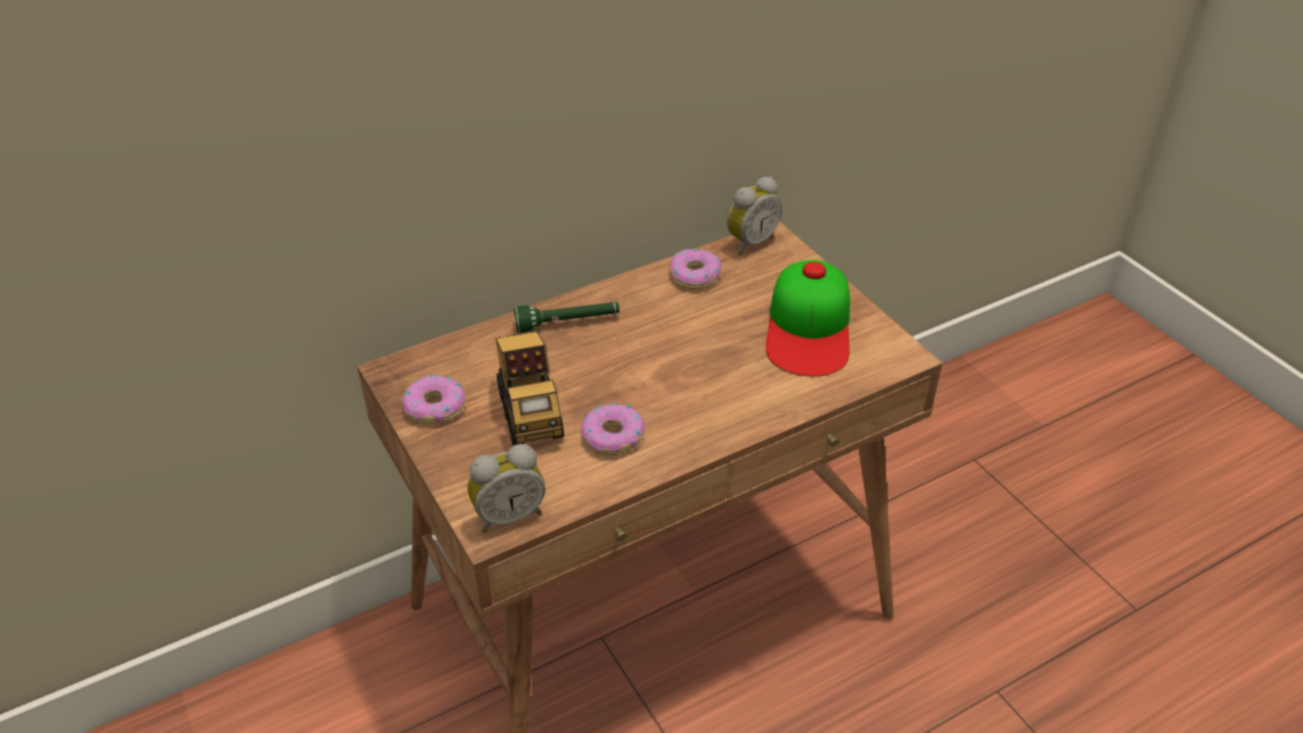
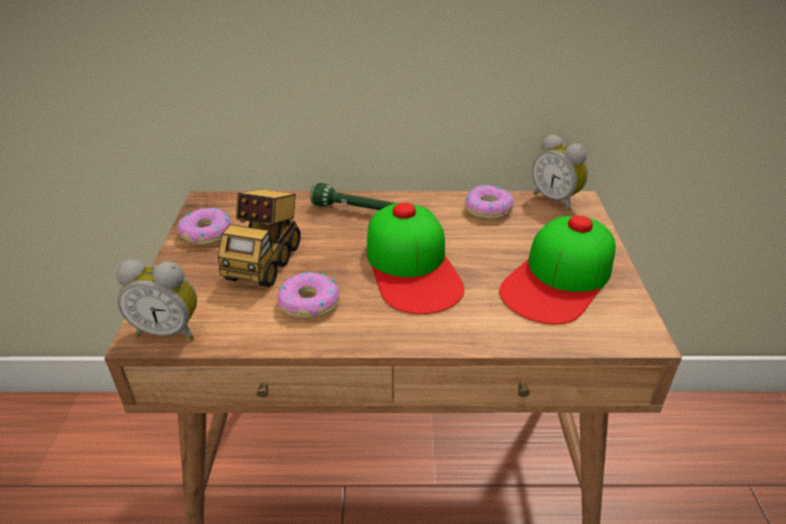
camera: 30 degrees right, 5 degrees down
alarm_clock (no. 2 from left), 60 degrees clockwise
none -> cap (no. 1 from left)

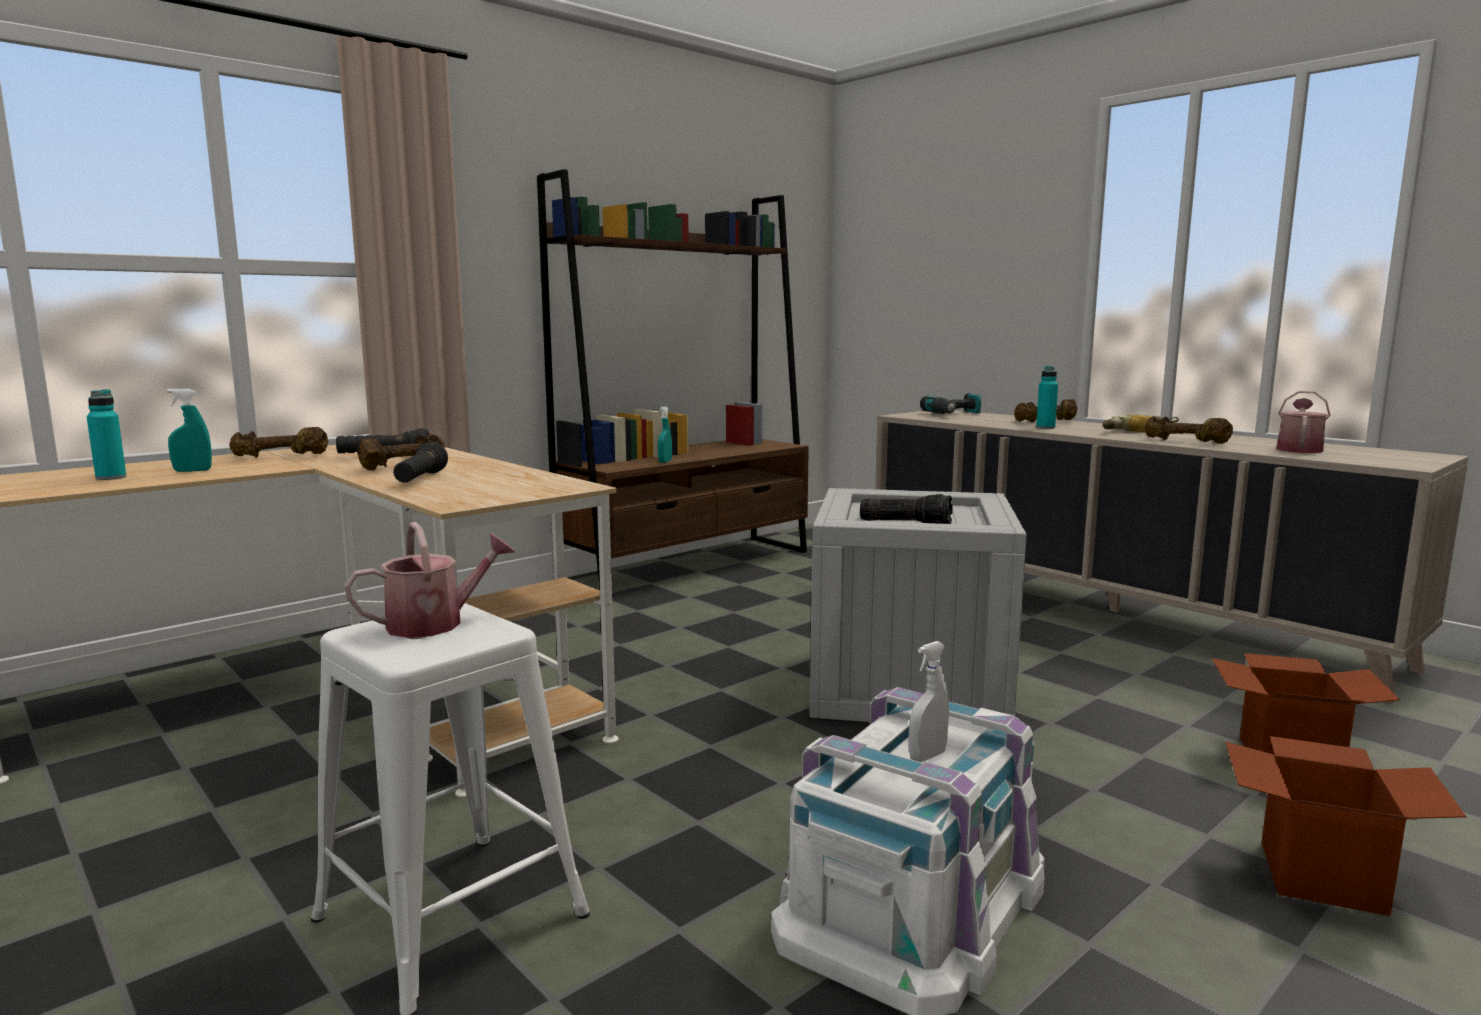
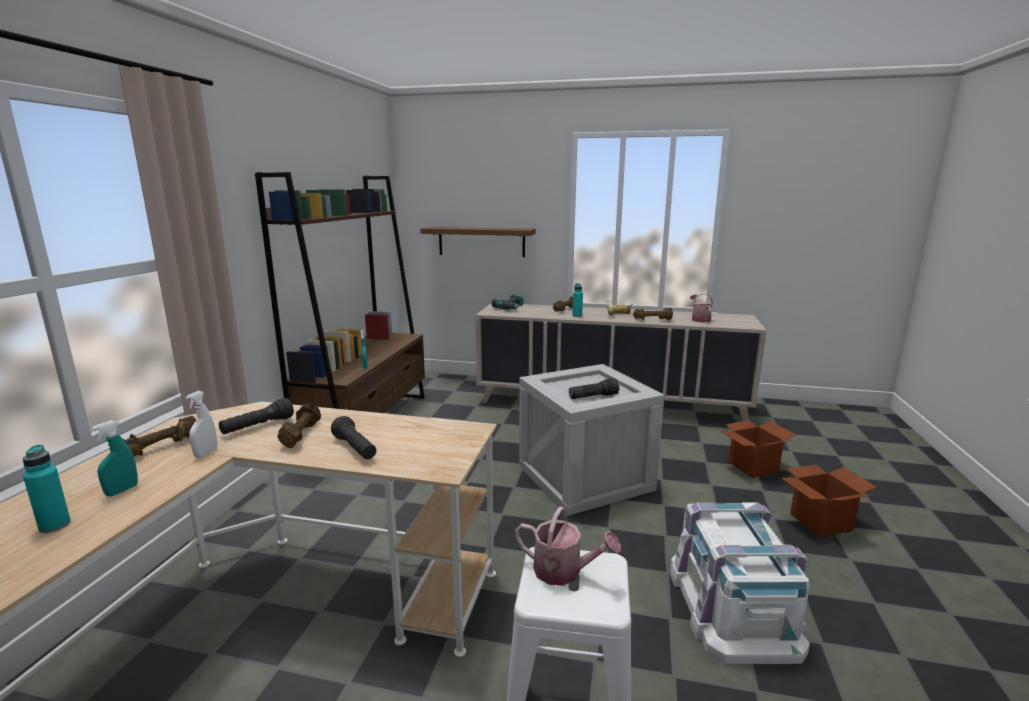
camera: 35 degrees left, 5 degrees up
watering_can (no. 1 from left), 90 degrees clockwise
white_spray_bottle, shifted
none -> brown_shelf

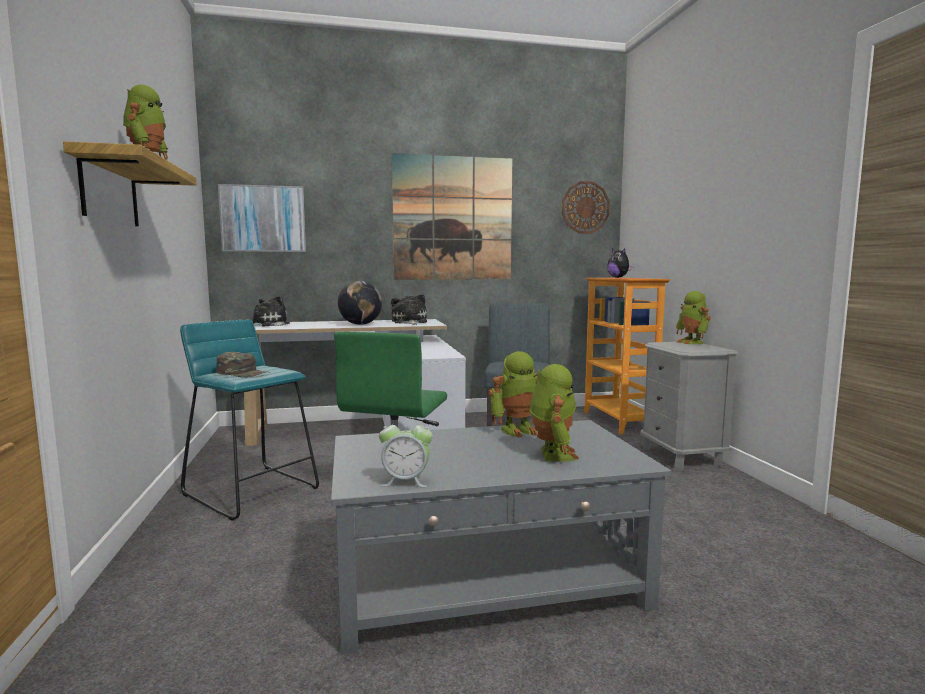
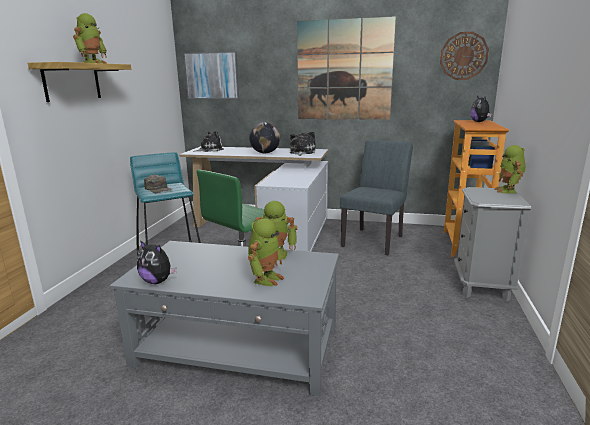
camera: 25 degrees right, 10 degrees up
alarm_clock -> plush_toy (no. 1 from left)

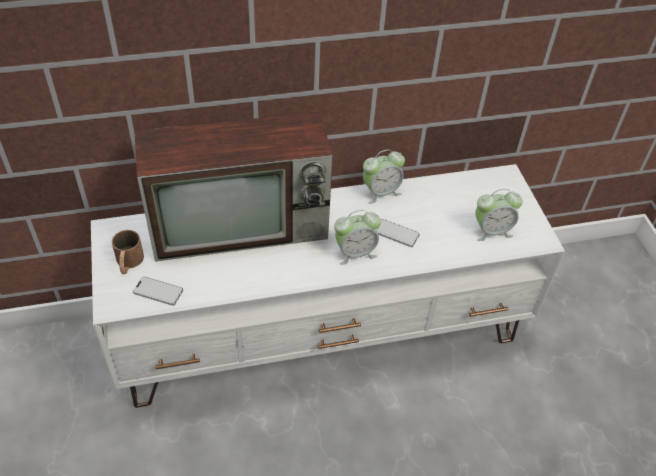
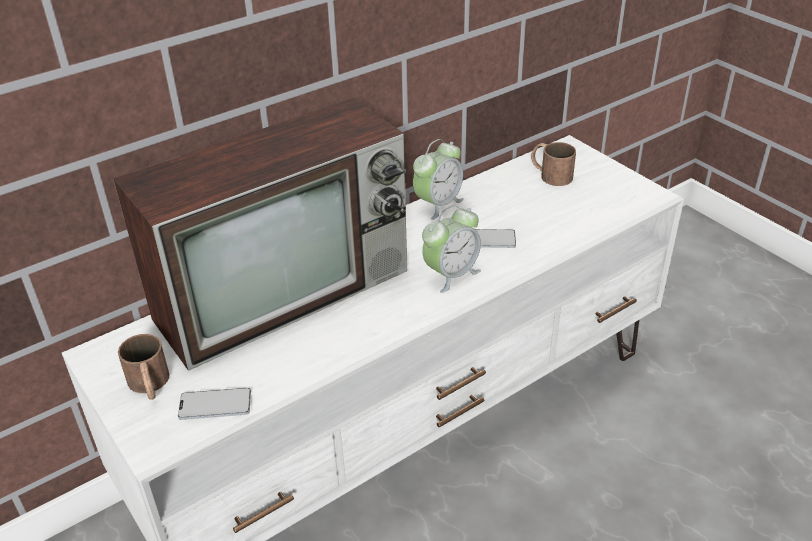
camera: 20 degrees left, 10 degrees down
alarm_clock (no. 3 from left) -> none
none -> brown_mug (no. 2 from left)

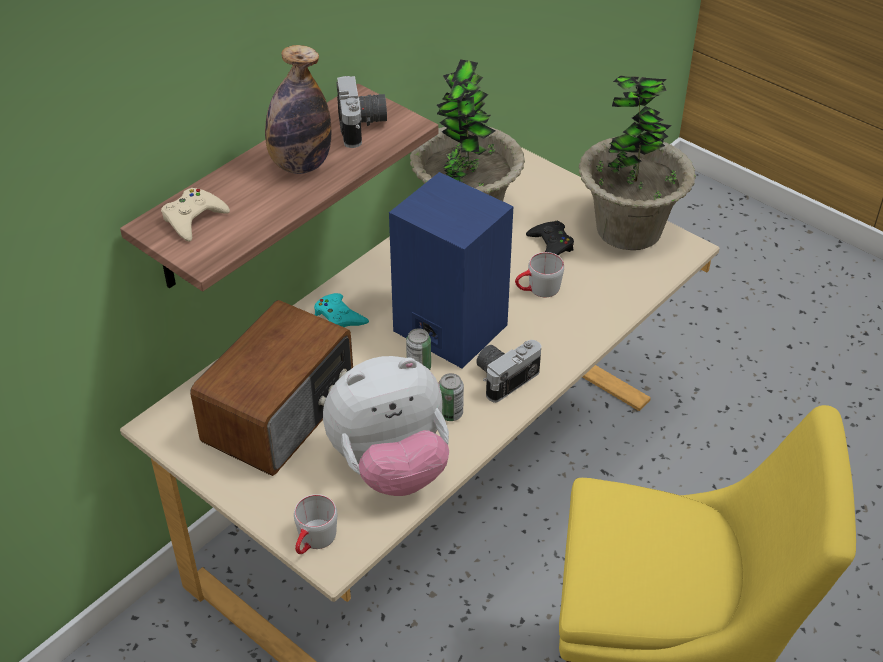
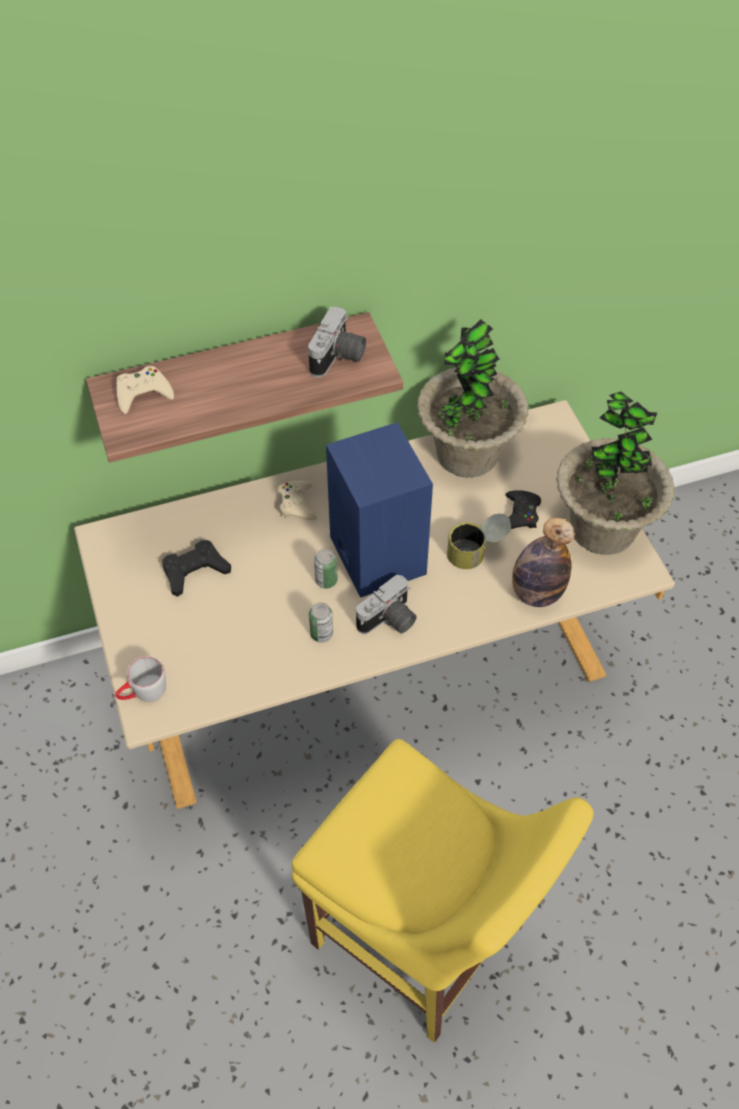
camera: 30 degrees right, 10 degrees up
radio -> black_game_controller (no. 1 from left)
bottle, shifted
turquoise_game_controller -> beige_game_controller (no. 2 from left)
plush_toy -> none
photo_camera (no. 2 from left), 150 degrees clockwise
grey_mug (no. 2 from left) -> can (no. 3 from left)

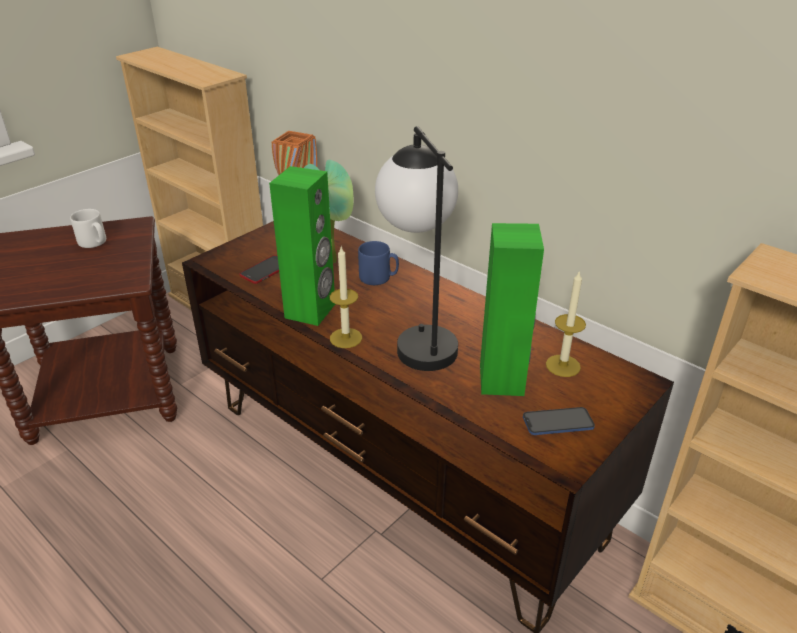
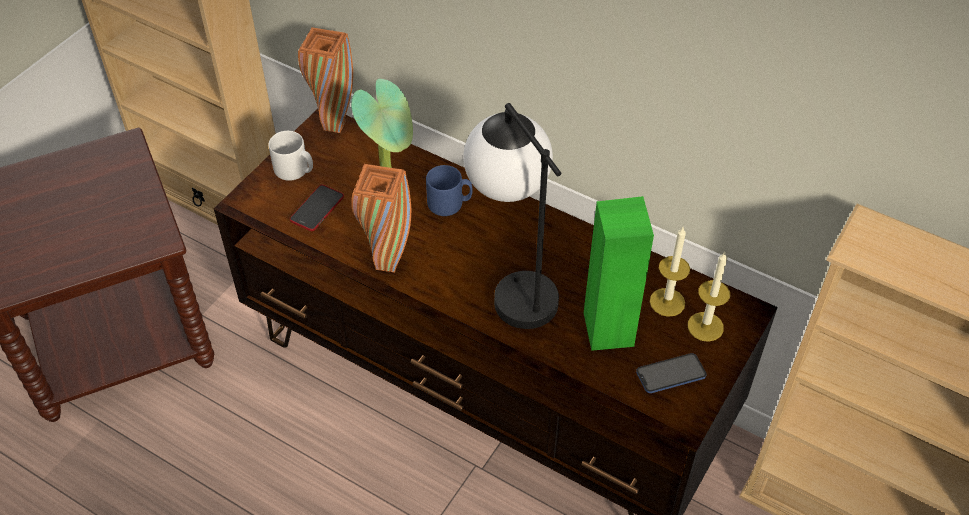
camera: 10 degrees left, 15 degrees up
white_mug, shifted
green_speaker (no. 1 from left) -> orange_vase (no. 2 from left)
candle (no. 1 from left in the first image) -> candle (no. 2 from left), shifted

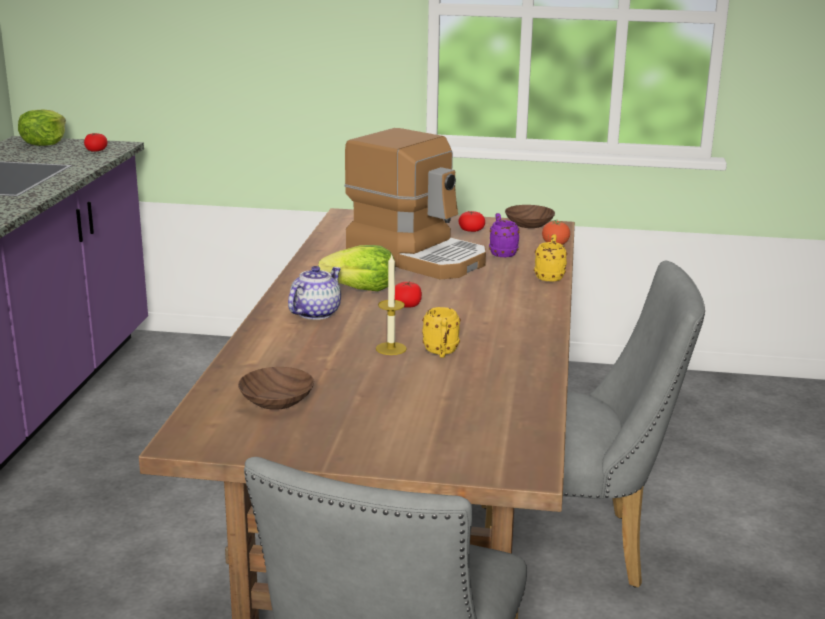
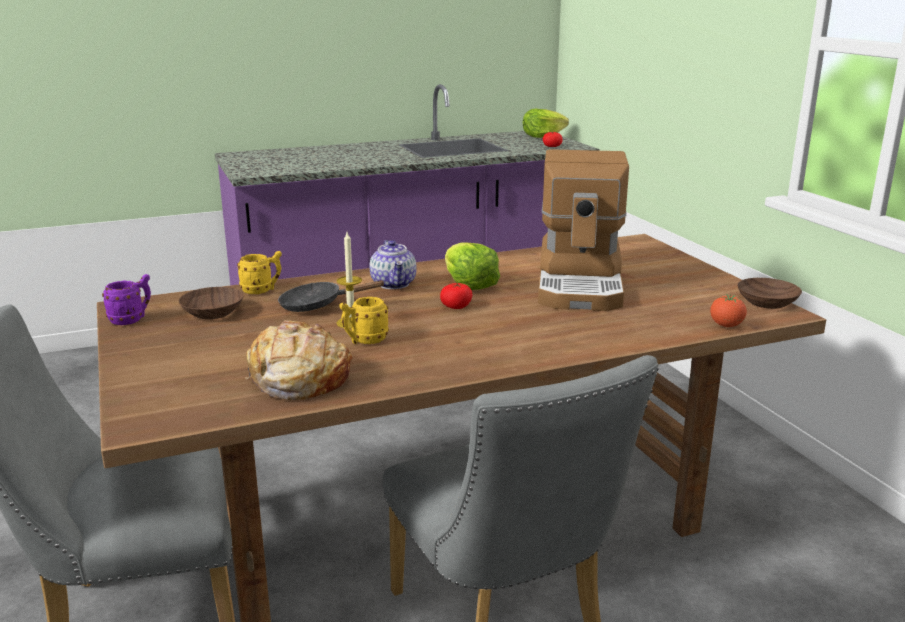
camera: 60 degrees right, 0 degrees up
teapot, 75 degrees clockwise
tomato (no. 3 from left) -> none
purple_mug, shifted
yellow_mug (no. 2 from left in the first image) -> yellow_mug (no. 1 from left), shifted
none -> bread
none -> black_frying_pan

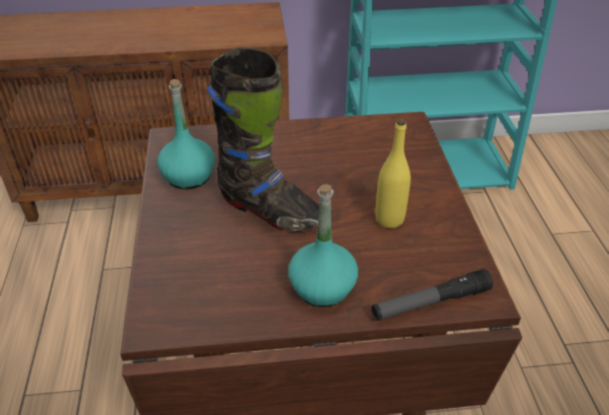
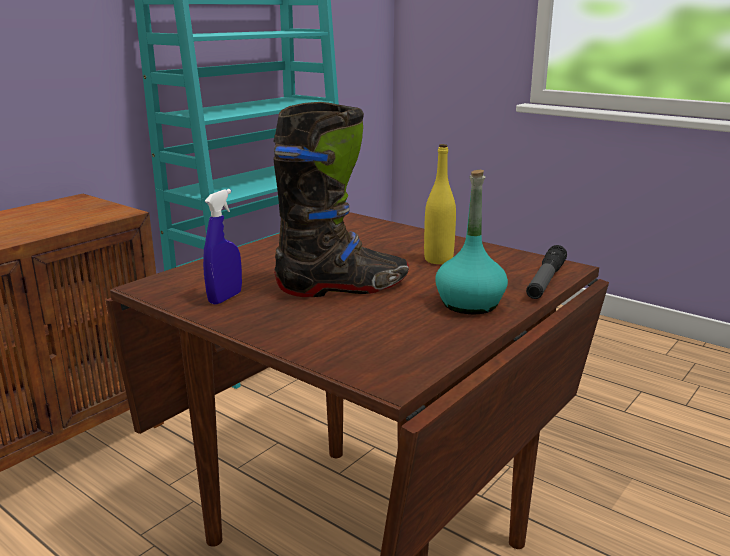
camera: 45 degrees left, 20 degrees down
turquoise_bottle (no. 1 from left) -> blue_spray_bottle

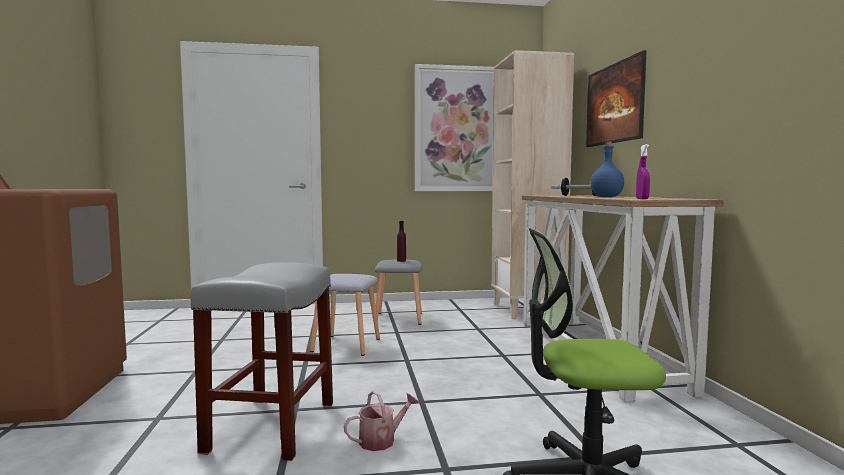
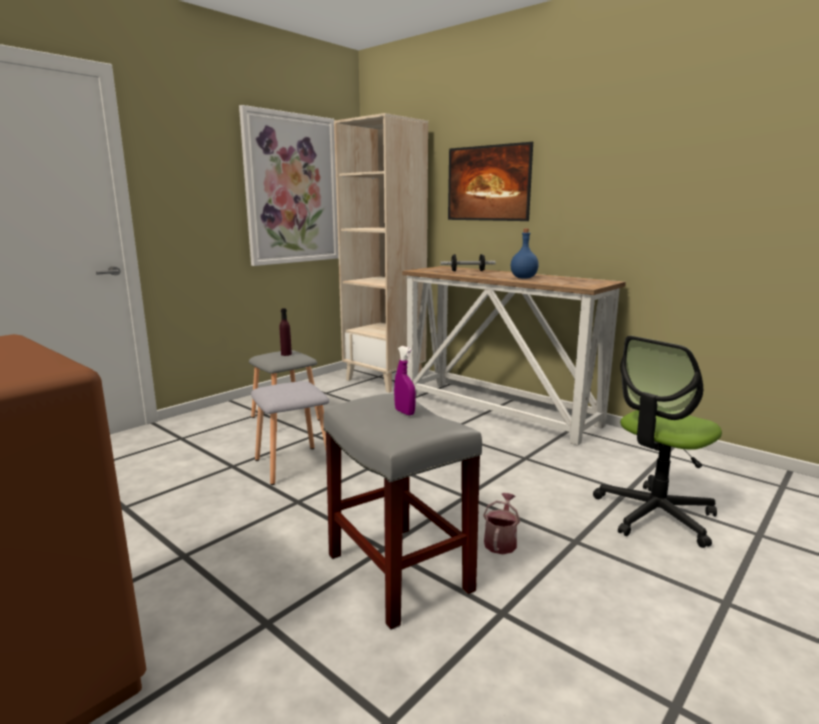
camera: 40 degrees left, 10 degrees up
purple_spray_bottle, shifted

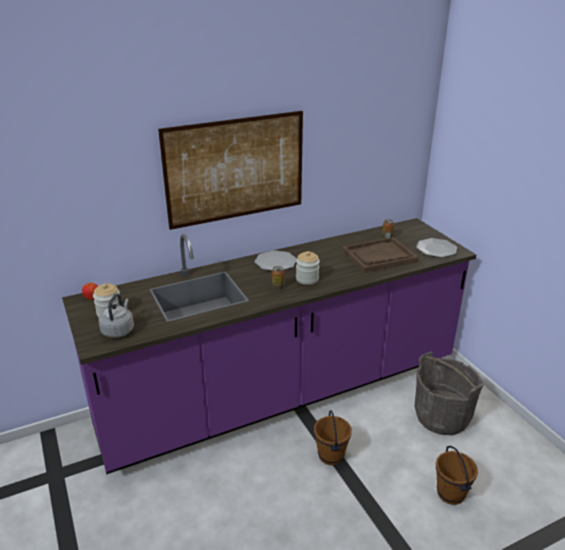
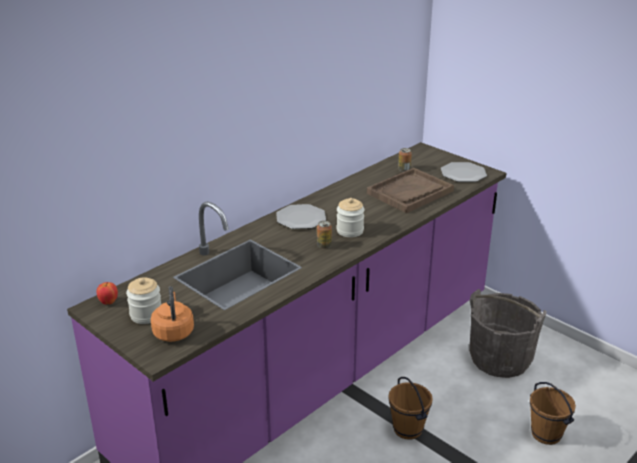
camera: 20 degrees left, 0 degrees up
grey_kettle -> orange_kettle
picture -> none

